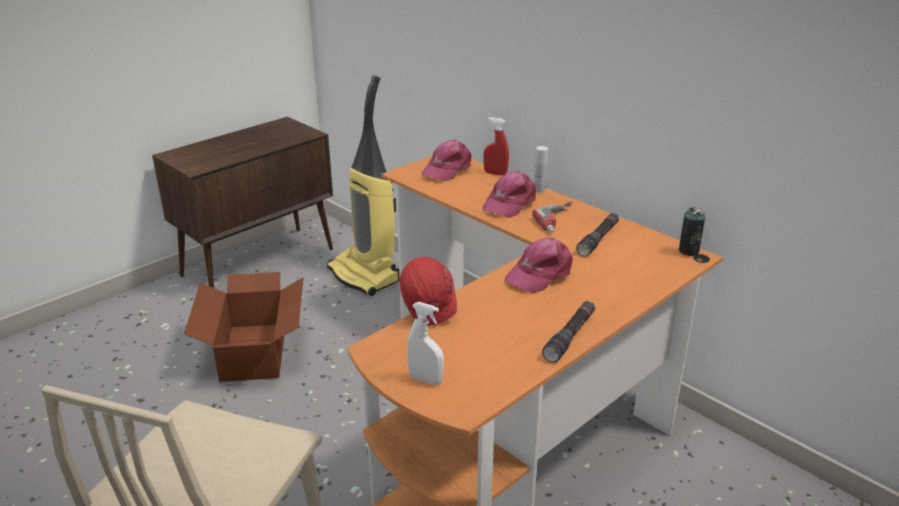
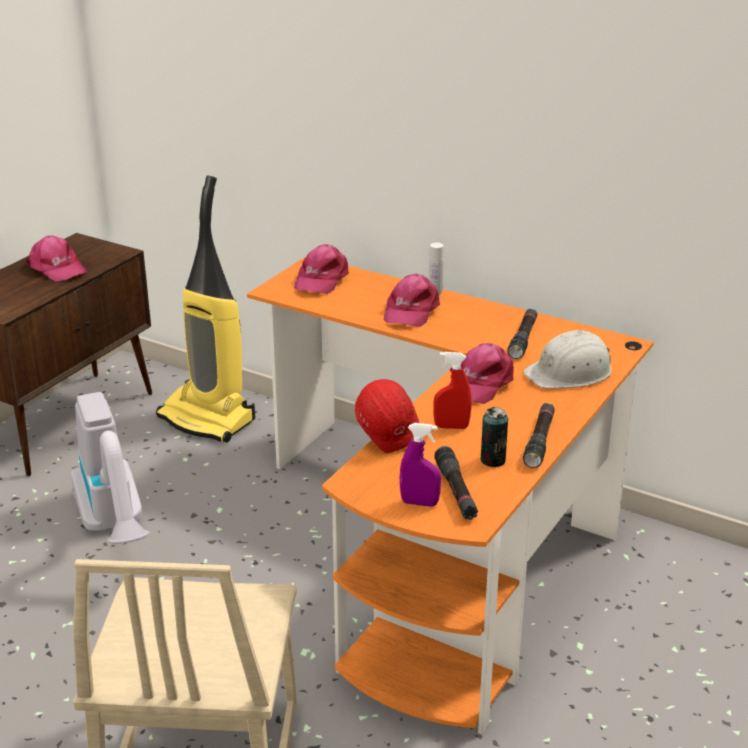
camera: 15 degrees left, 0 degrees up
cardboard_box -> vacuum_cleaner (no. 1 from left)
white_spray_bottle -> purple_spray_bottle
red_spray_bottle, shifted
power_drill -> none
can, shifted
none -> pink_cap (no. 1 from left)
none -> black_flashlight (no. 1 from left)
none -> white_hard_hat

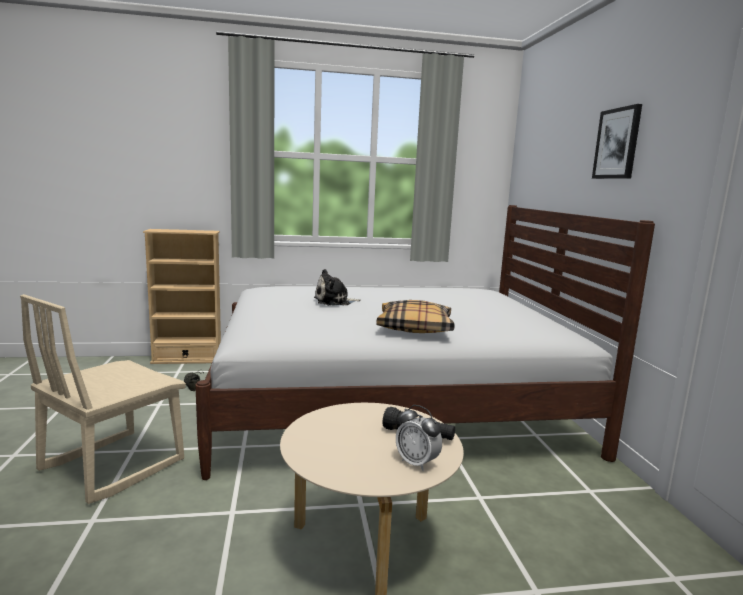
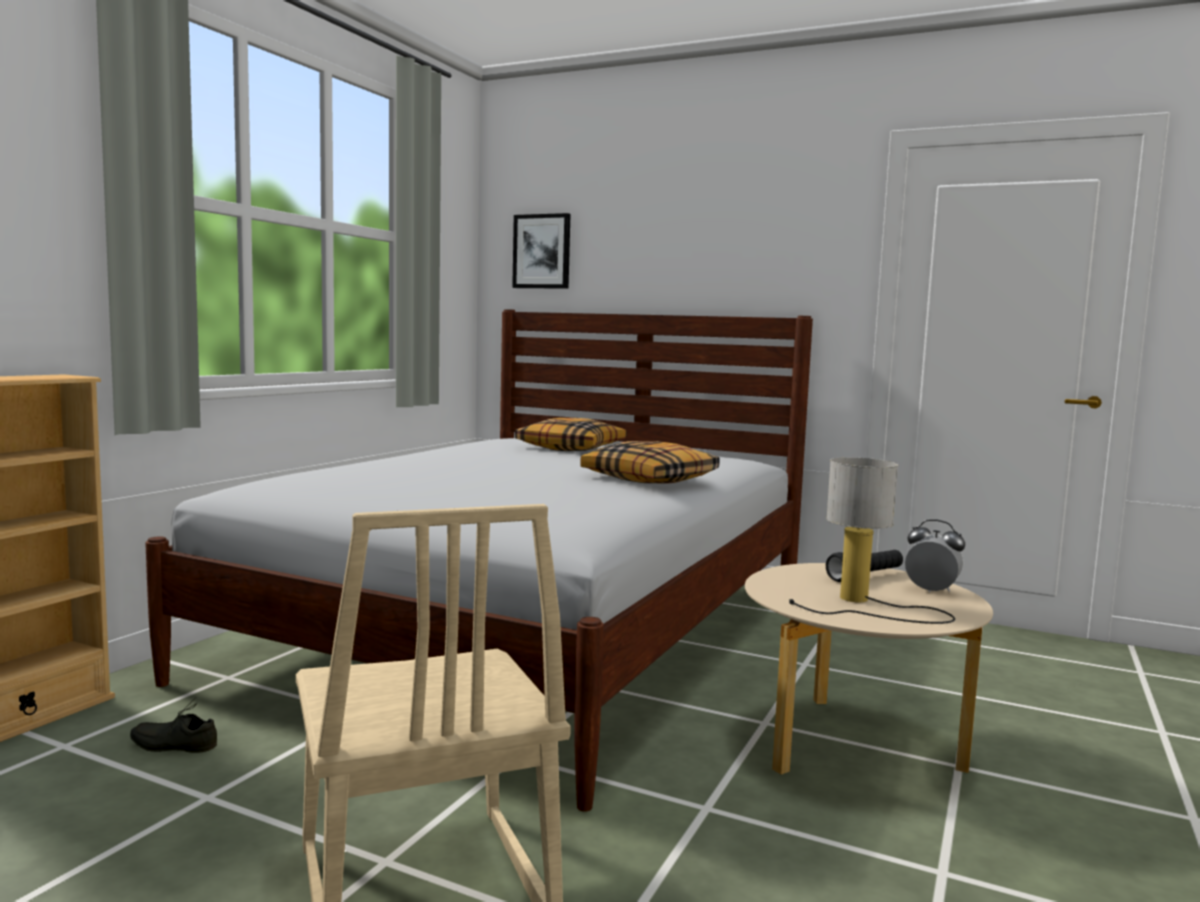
camera: 55 degrees left, 5 degrees down
plush_toy -> none
alarm_clock, 135 degrees counterclockwise
picture, shifted
none -> pillow (no. 1 from left)
none -> table_lamp

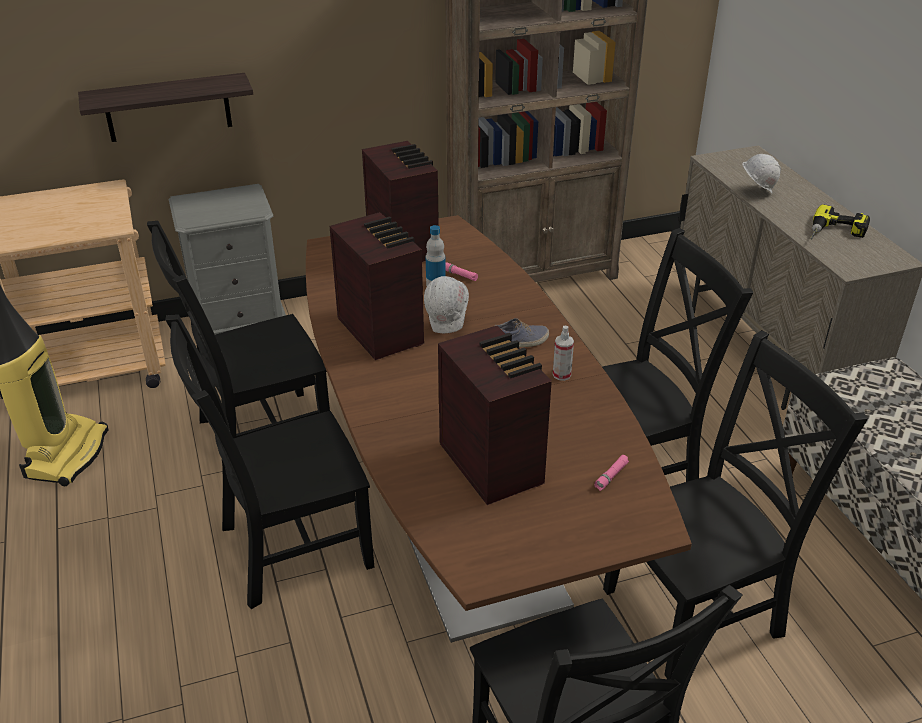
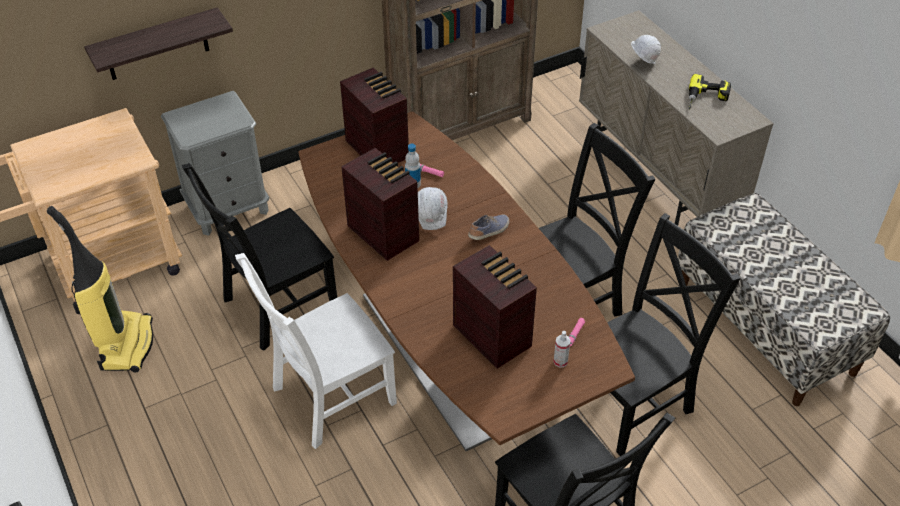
camera: 10 degrees left, 10 degrees up
black_chair (no. 2 from left) -> white_chair
spray_bottle, shifted

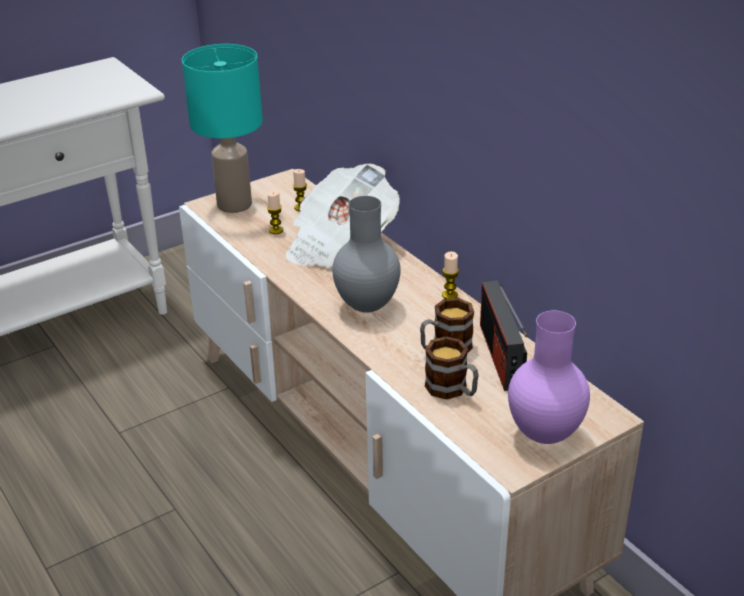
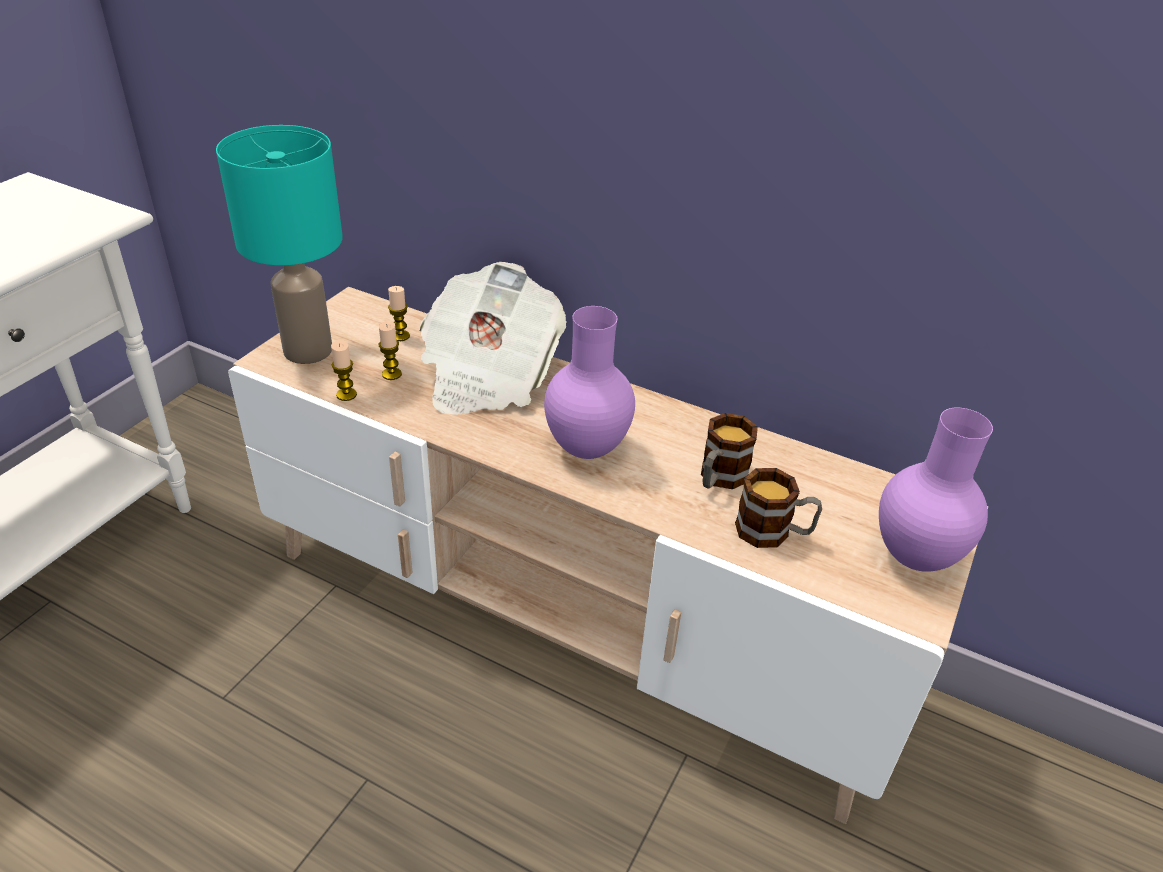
camera: 30 degrees left, 5 degrees up
grey_vase -> purple_vase (no. 1 from left)
candle (no. 3 from left in the first image) -> candle (no. 1 from left), shifted
radio -> none

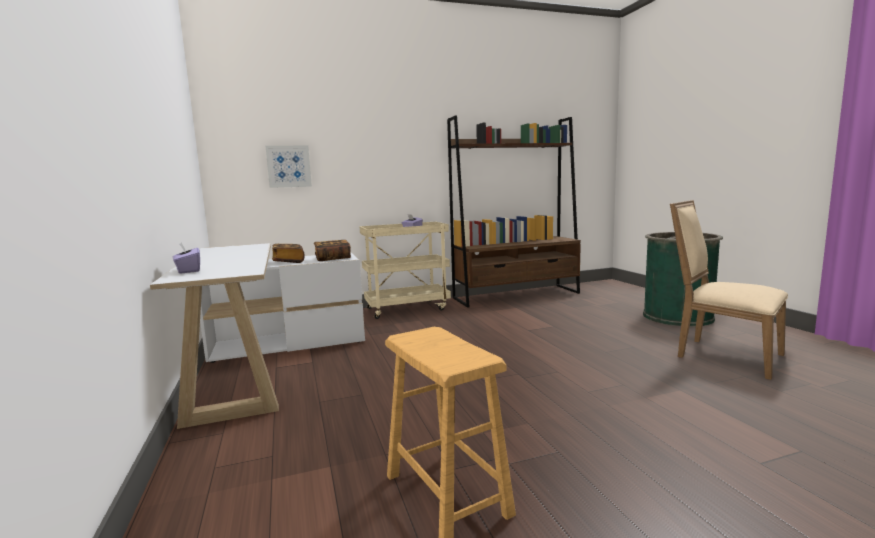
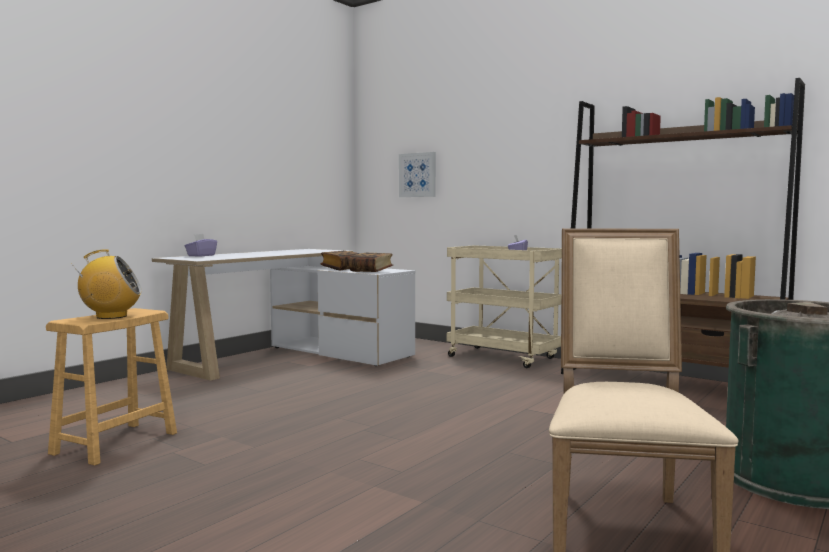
camera: 55 degrees right, 5 degrees down
none -> radio

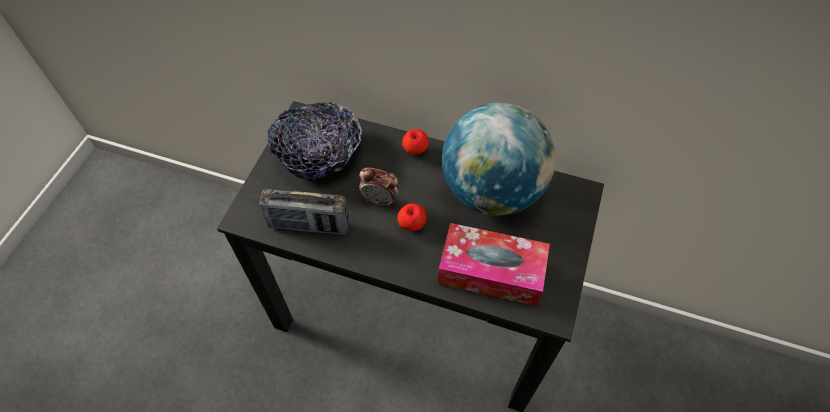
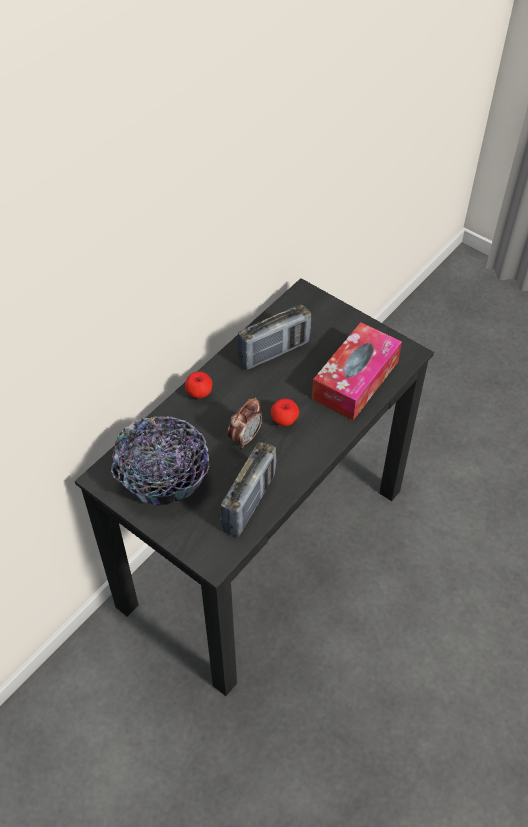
camera: 70 degrees left, 5 degrees down
globe -> radio (no. 2 from left)

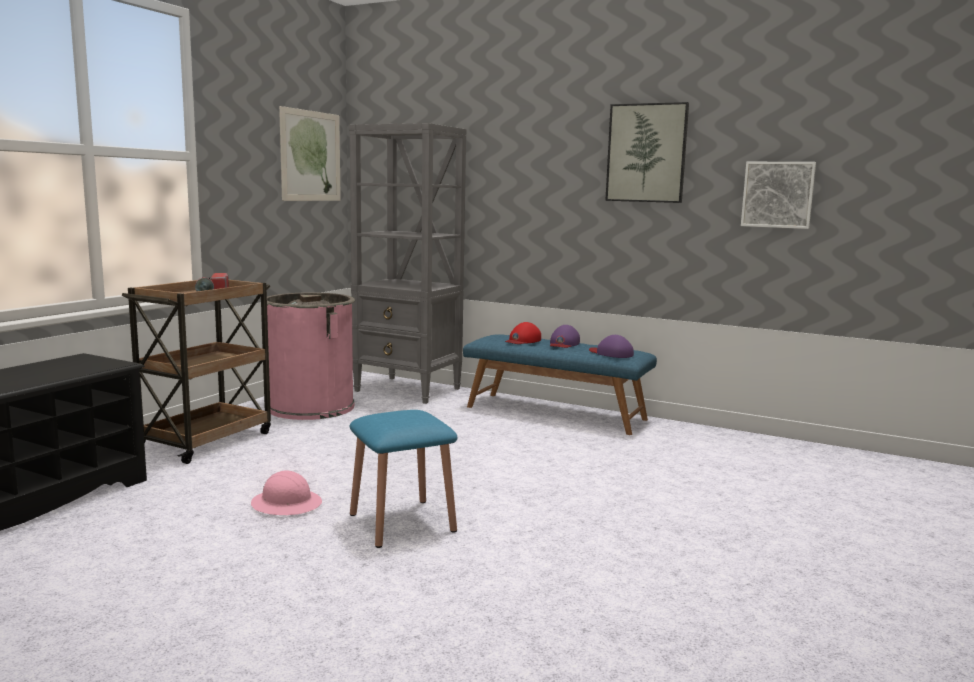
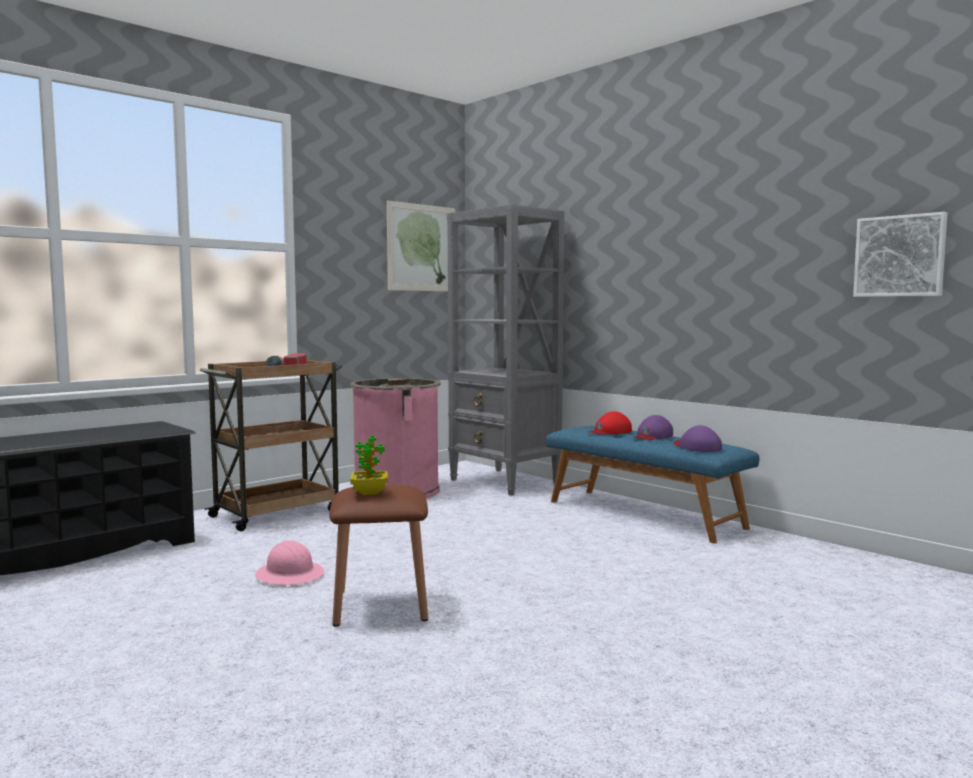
camera: 20 degrees right, 5 degrees down
blue_stool -> brown_stool
picture (no. 2 from left) -> none
none -> potted_plant

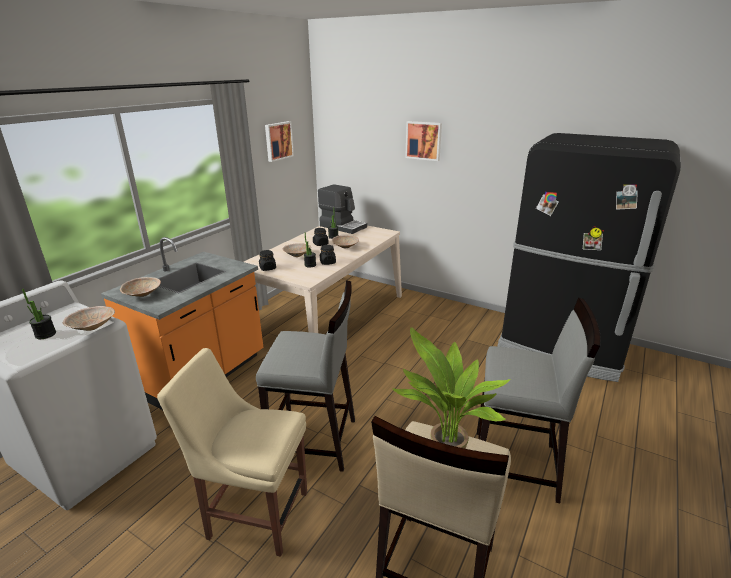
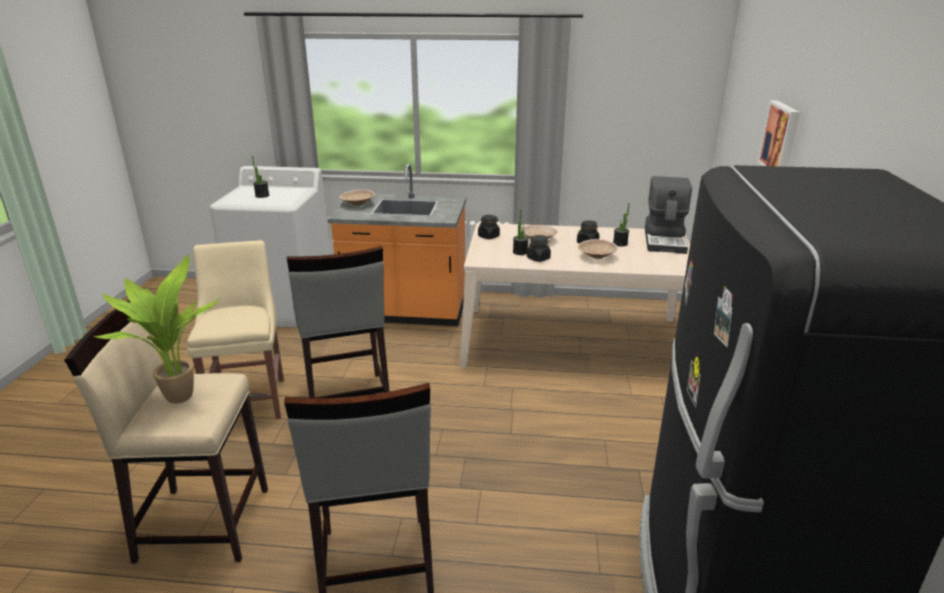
camera: 65 degrees right, 0 degrees up
beige_bowl (no. 1 from left) -> none
picture (no. 1 from left) -> none

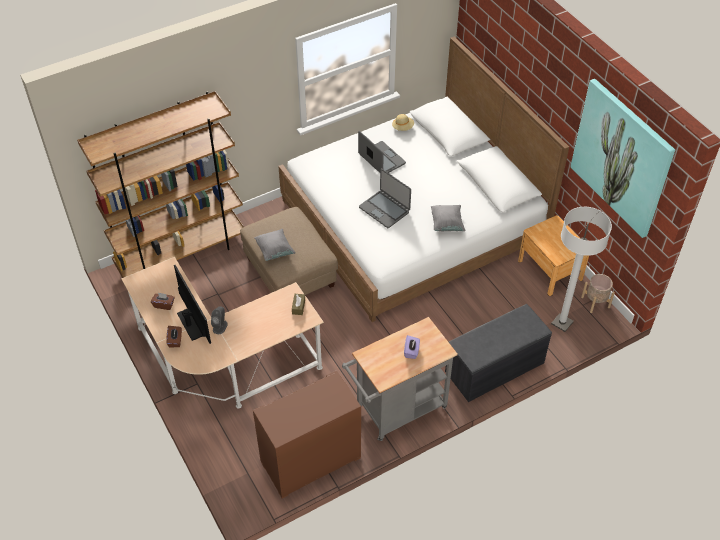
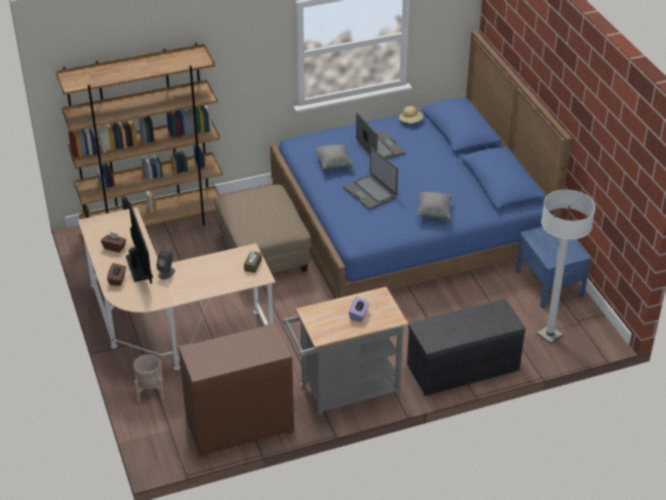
camera: 10 degrees right, 10 degrees down
grey_pillow (no. 1 from left), shifted
white_bed -> blue_bed
brown_nightstand -> blue_nightstand
picture -> none
beige_planter, shifted

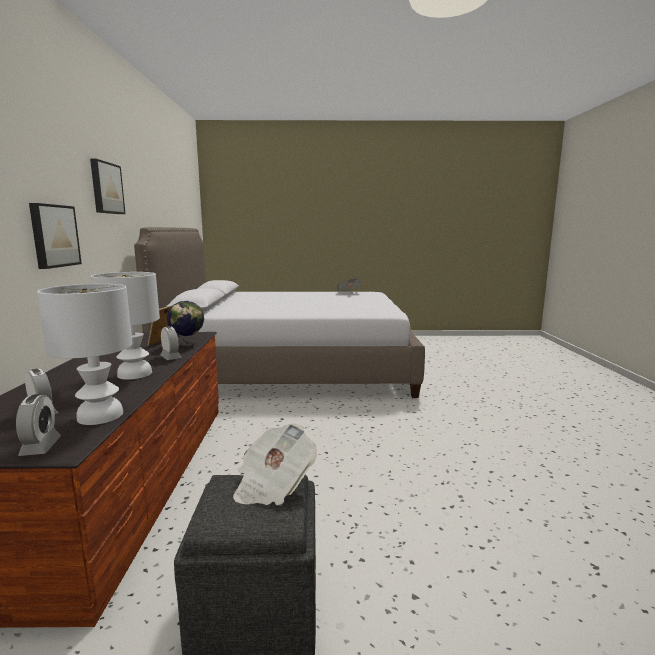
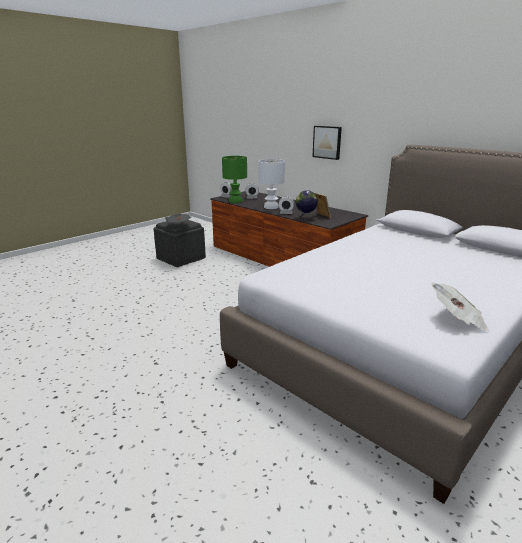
camera: 135 degrees right, 10 degrees up
white_table_lamp (no. 1 from left) -> green_table_lamp
picture (no. 2 from left) -> none

